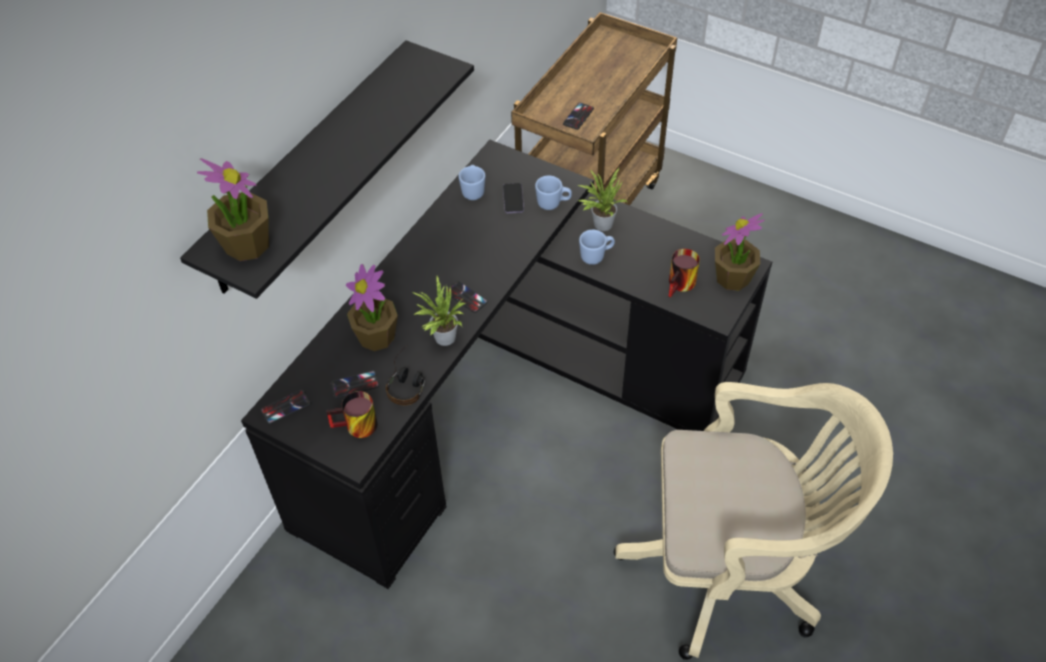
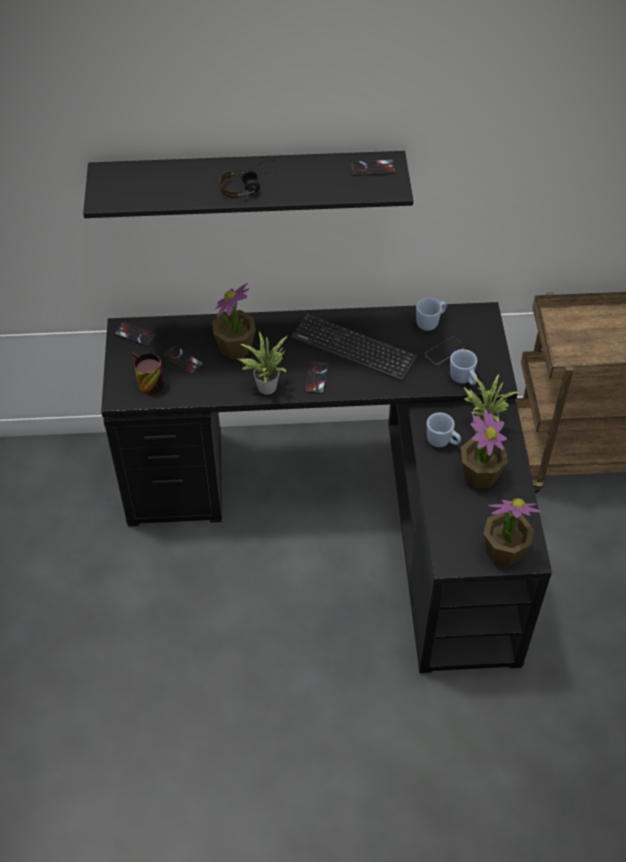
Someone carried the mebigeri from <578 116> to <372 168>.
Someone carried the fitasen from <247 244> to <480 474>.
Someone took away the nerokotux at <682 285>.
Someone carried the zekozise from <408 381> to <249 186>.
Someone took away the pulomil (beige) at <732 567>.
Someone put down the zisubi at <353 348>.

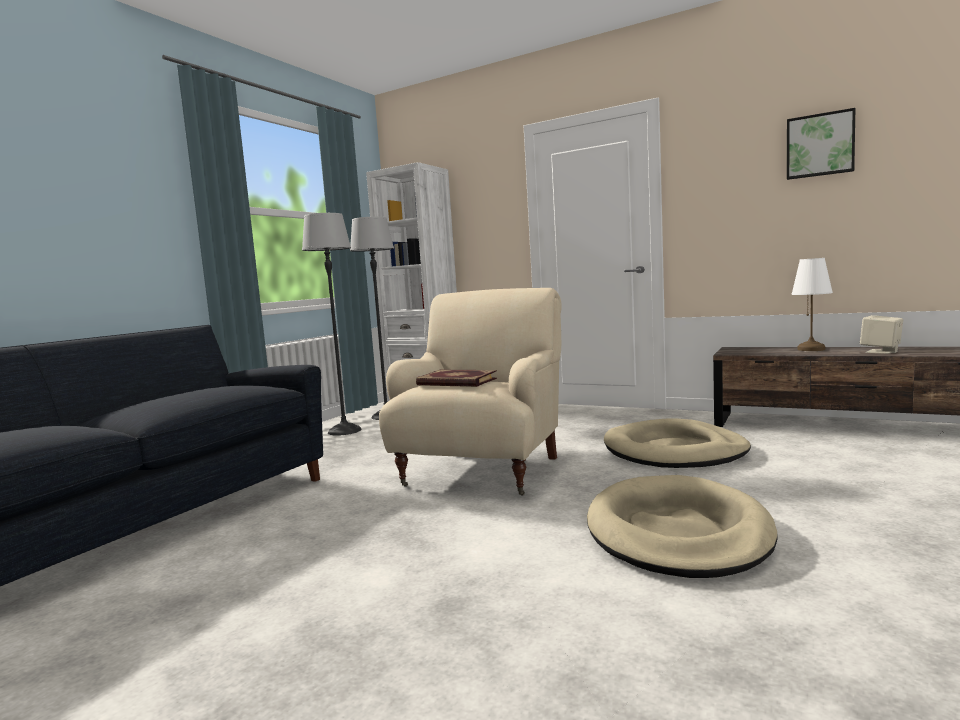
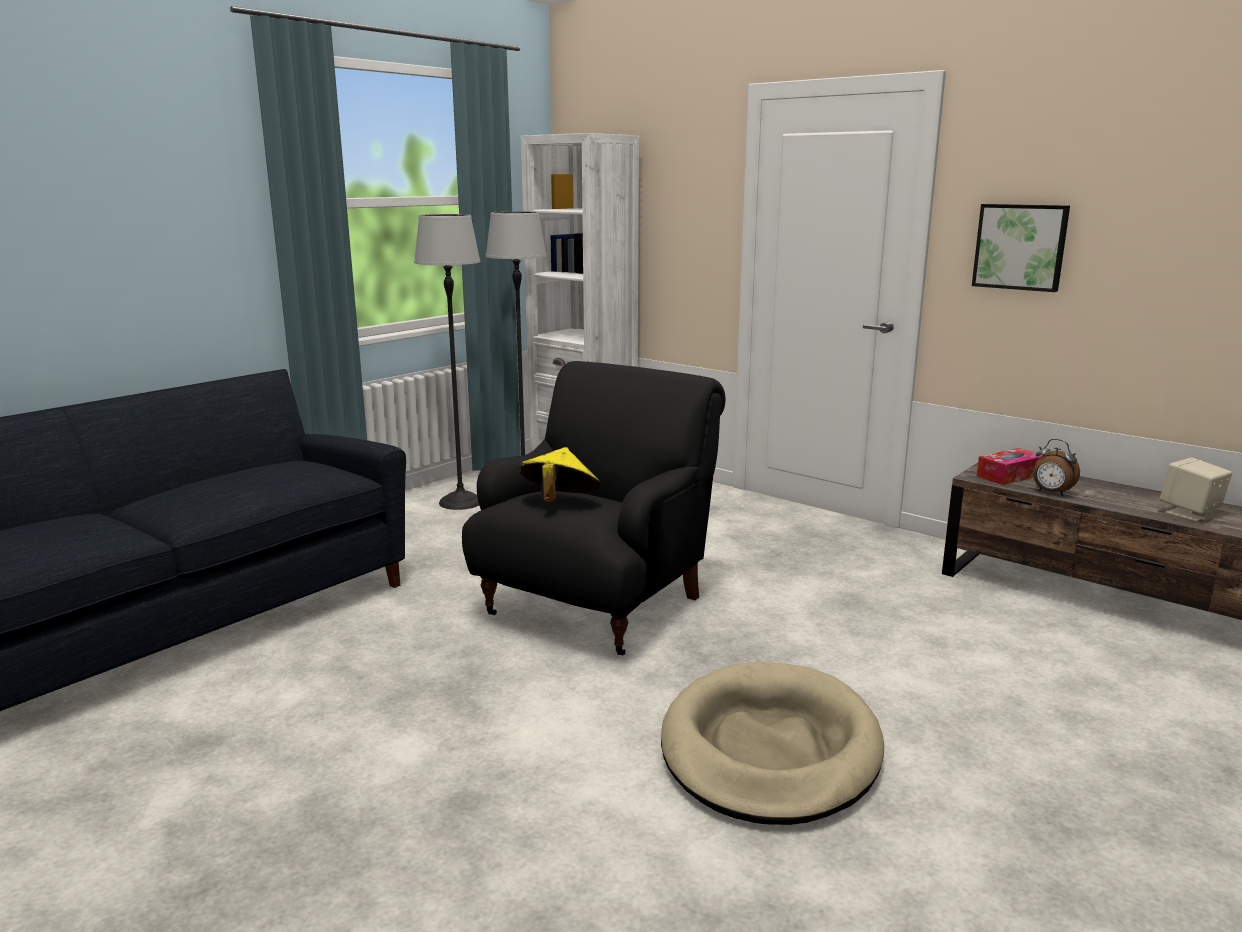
Someone carried the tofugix from <820 145> to <1020 247>.
Someone took away the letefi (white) at <811 349>.
Someone repainted the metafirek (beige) at <484 471>, which became the metafirek (black) at <597 605>.
Someone swapped the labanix at <456 382> for the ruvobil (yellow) at <559 502>.
Someone took away the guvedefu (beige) at <675 451>.
Someone put down the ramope at <1051 493>.
Someone put down the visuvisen at <1009 475>.

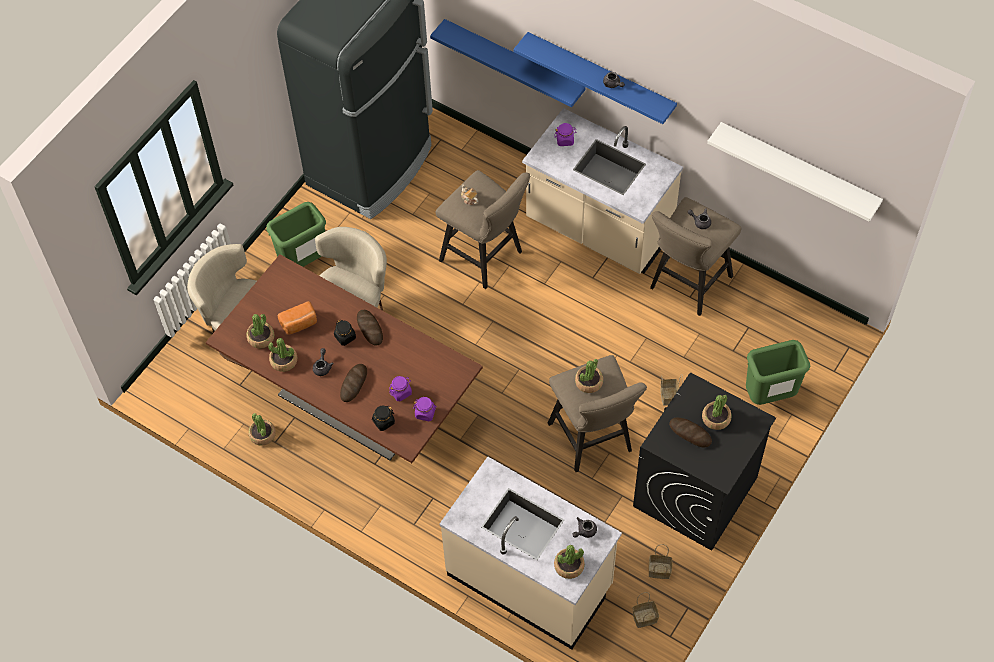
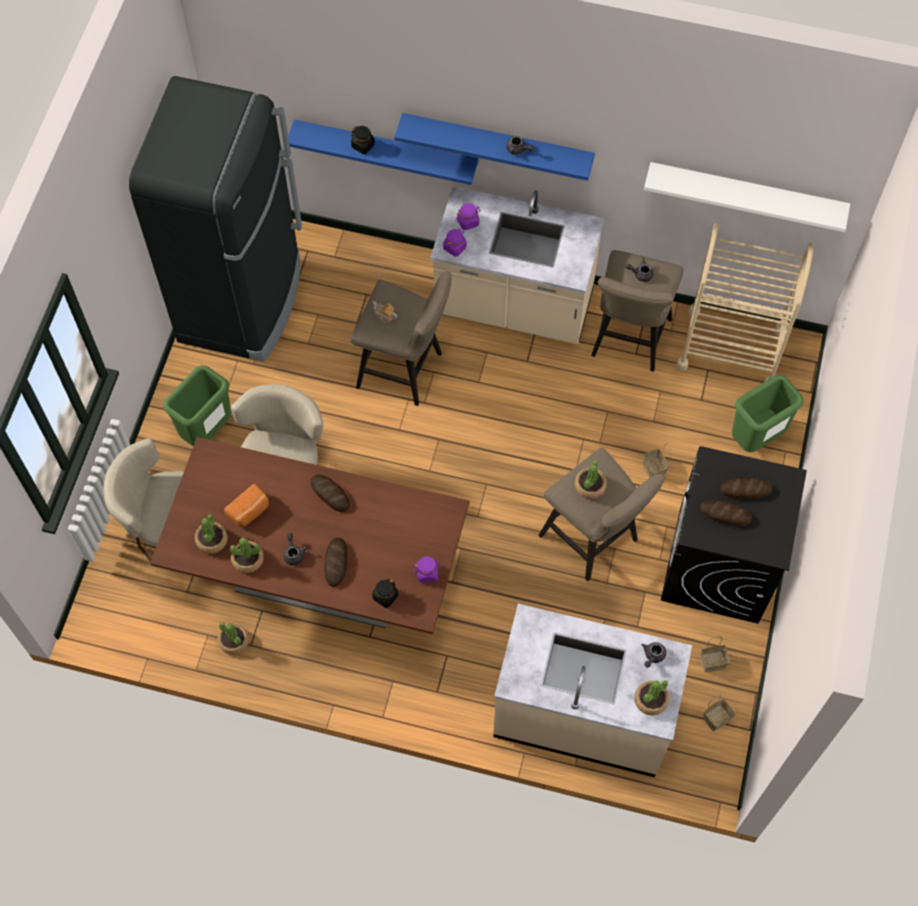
Someone carried the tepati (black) from <345 337> to <363 145>.
Someone carried the tepati (purple) from <401 392> to <455 247>.
Someone swapped the fitasen at <716 418> for the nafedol at <745 489>.
Someone put down the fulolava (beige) at <730 348>.

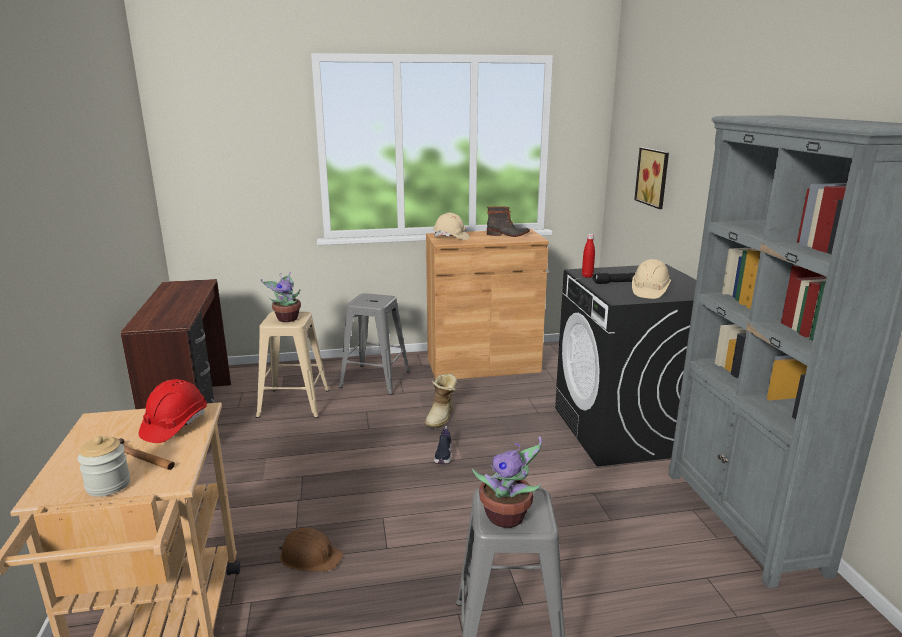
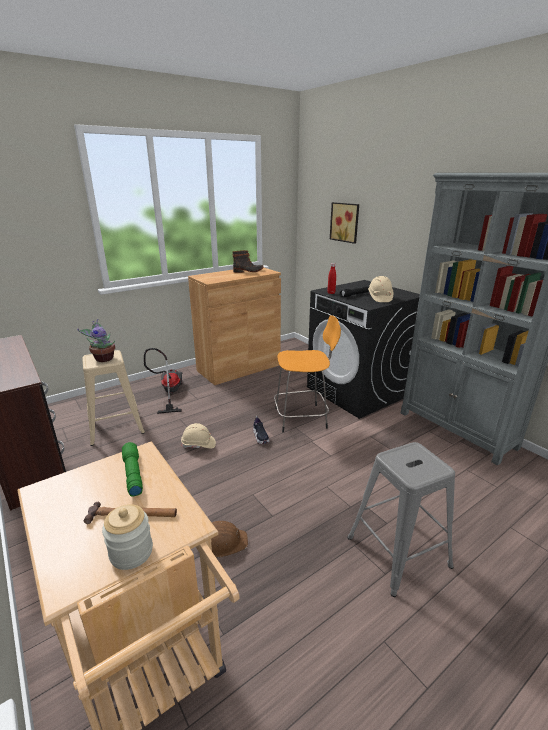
Someone carried the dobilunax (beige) from <451 237> to <198 444>.
Someone swapped the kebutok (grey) at <376 379> for the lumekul at <169 393>.
Someone took away the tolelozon at <441 417>.
Someone swapped the dobilunax (red) at <175 425> for the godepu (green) at <132 473>.
Someone took away the fitasen at <507 517>.
Someone put down the kebutok (orange) at <302 418>.

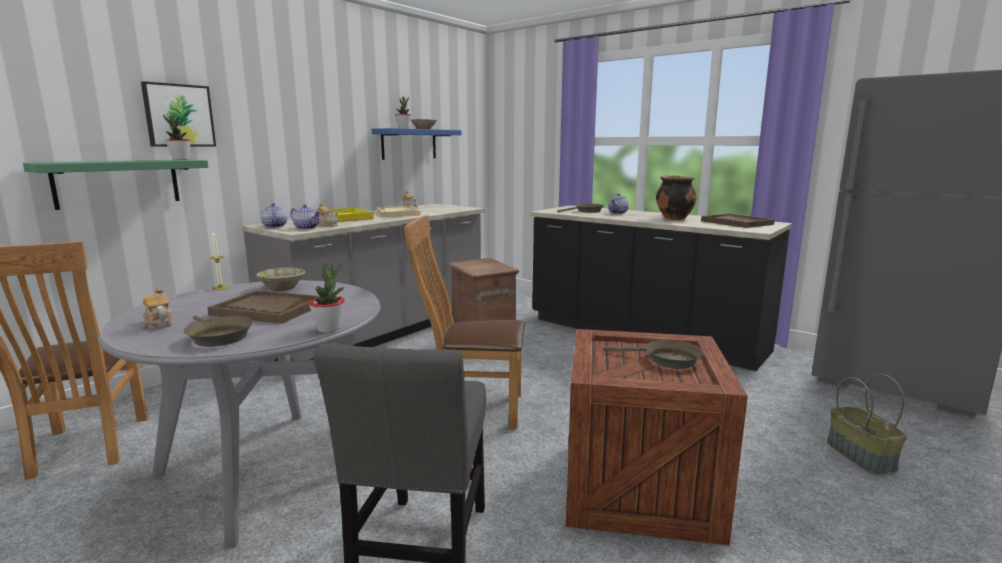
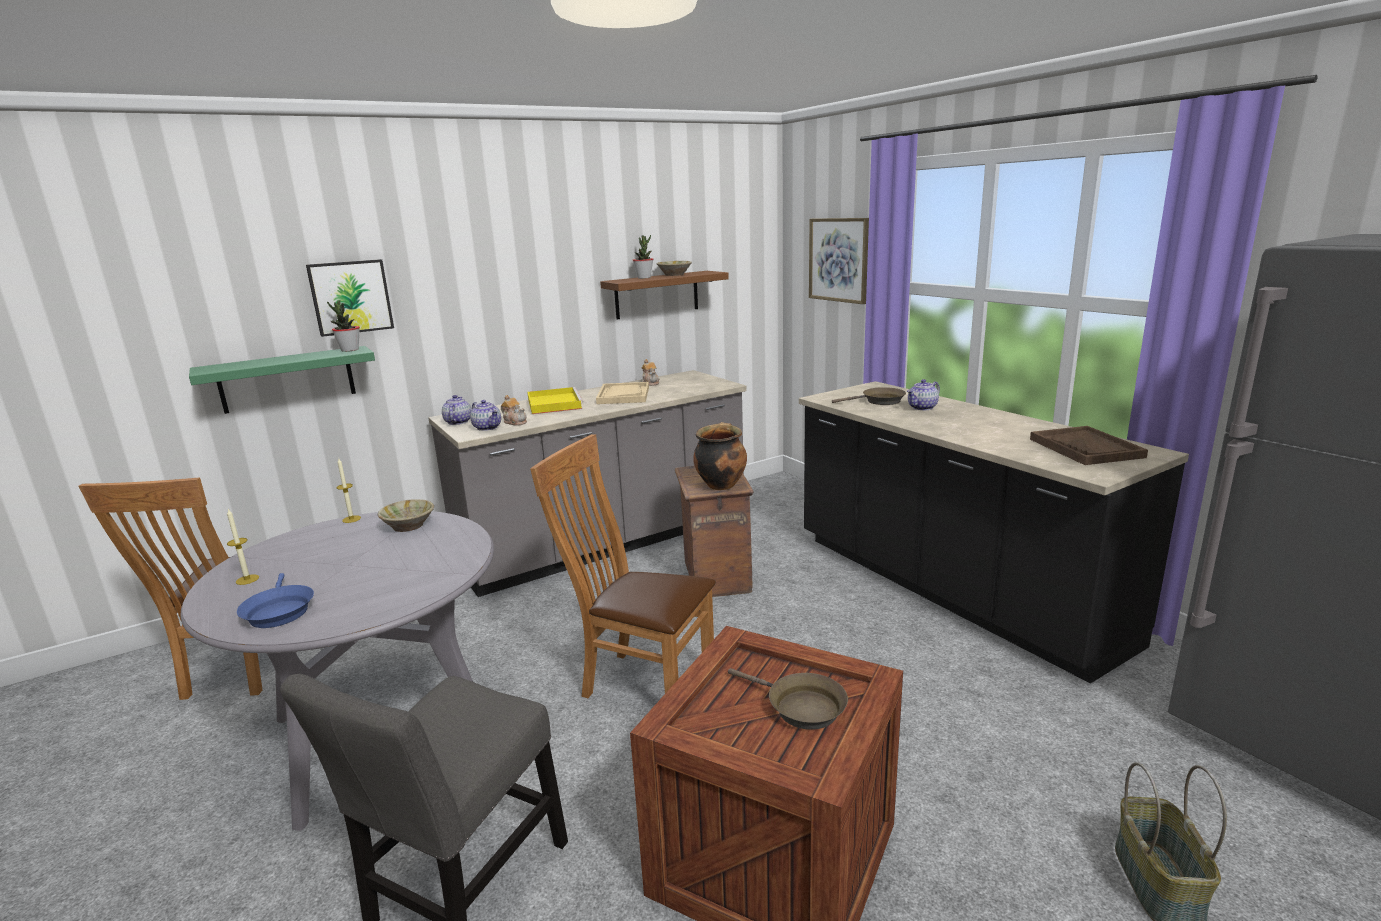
Someone repainted the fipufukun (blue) at <409 144>, which became the fipufukun (brown) at <657 295>.
Someone carried the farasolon from <673 218> to <720 484>.
Someone took away the fitasen at <329 329>.
Someone swapped the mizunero at <158 324> for the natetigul at <247 579>.
Someone took away the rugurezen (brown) at <268 309>.
Someone repainted the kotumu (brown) at <218 337>, which became the kotumu (blue) at <278 611>.
Someone put up the tofugix at <838 260>.

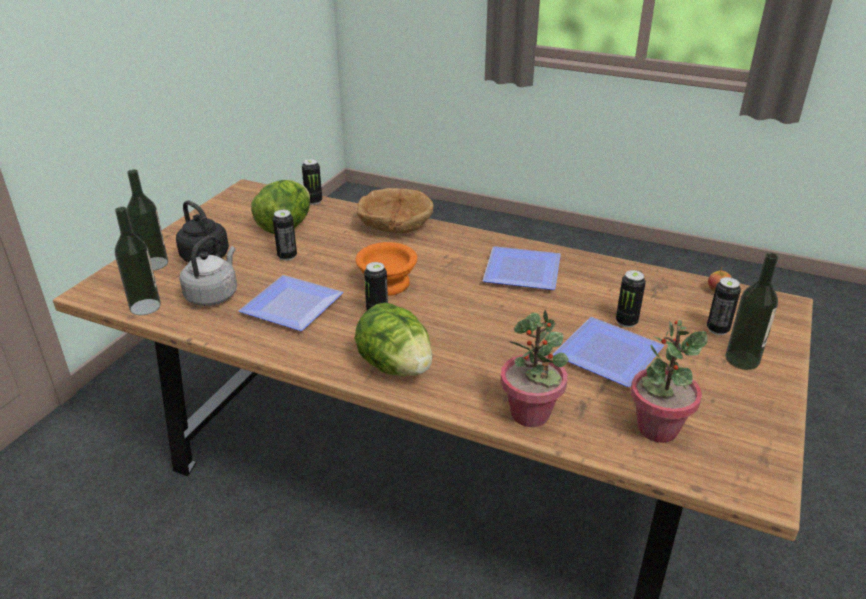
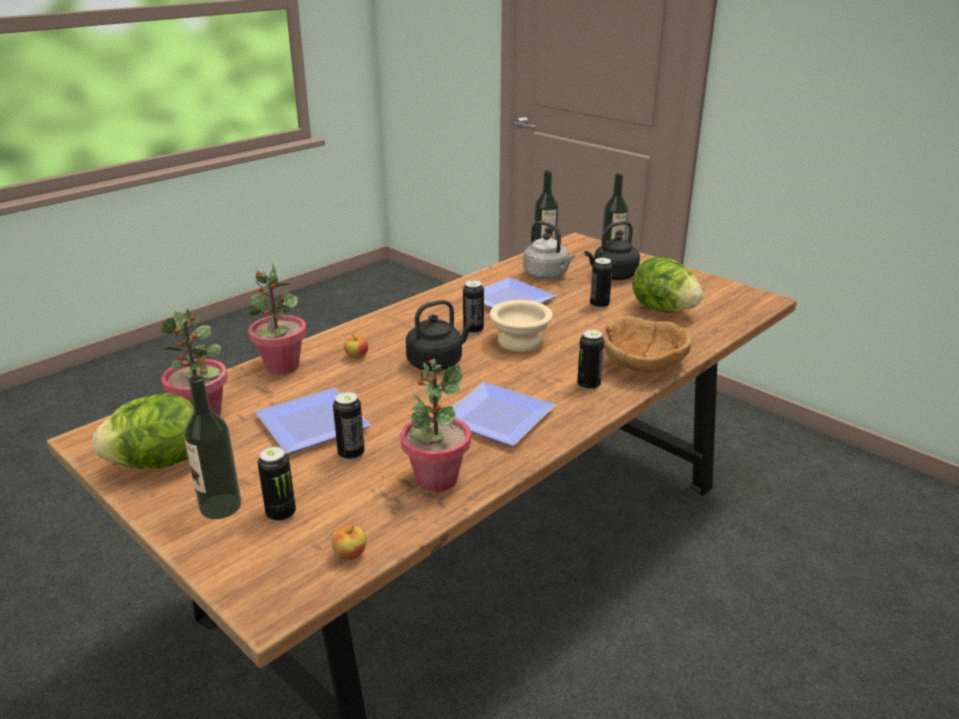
Someone carried the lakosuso from <314 201> to <588 385>.
Someone repainted the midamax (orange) at <388 283>, which became the midamax (beige) at <521 342>.
Someone carried the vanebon from <395 366> to <158 463>.
Someone put down the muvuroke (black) at <437 362>.
Someone put down the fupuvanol at <357 356>.
Someone put down the fitasen at <436 479>.

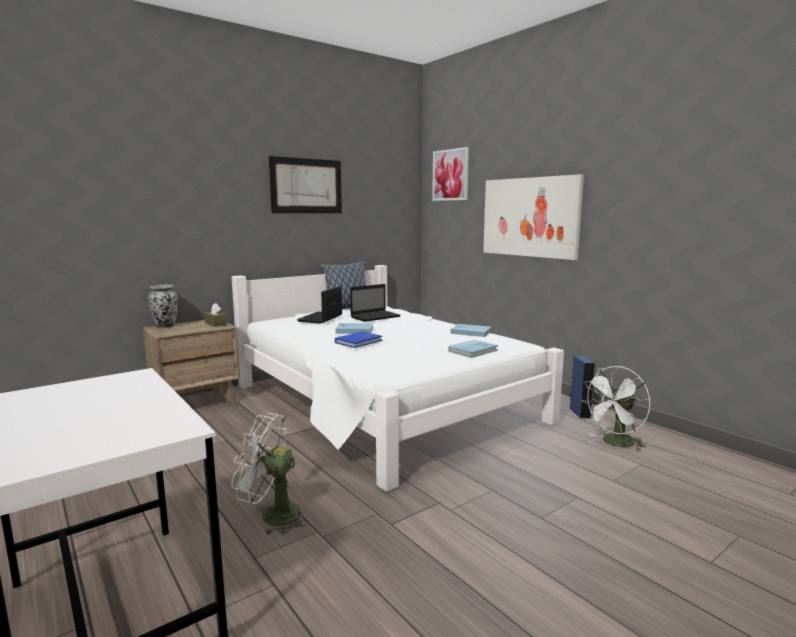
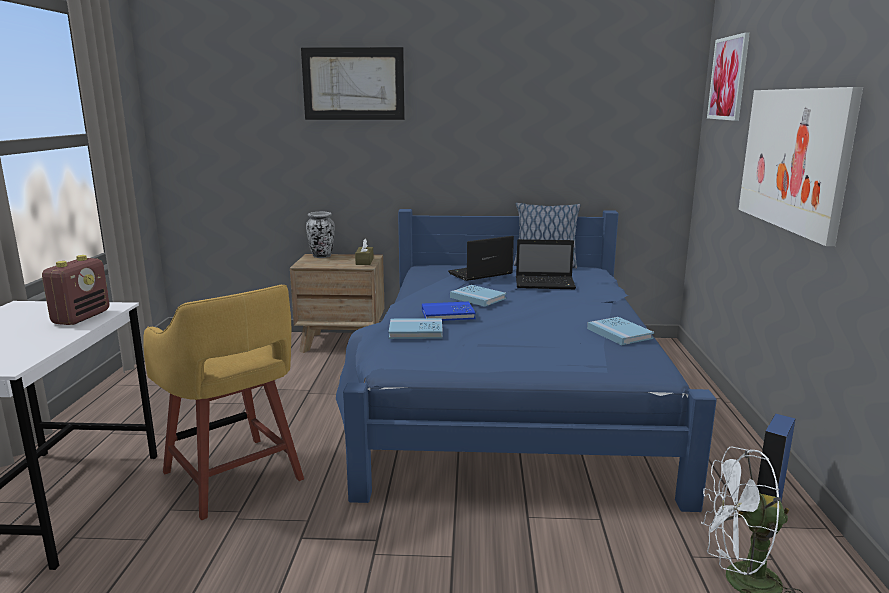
Someone carried the tofugix from <306 186> to <353 84>.
Someone repainted the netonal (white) at <383 403>, which became the netonal (blue) at <508 400>.
Someone carried the labanix (blue) from <473 351> to <416 331>.
Someone swapped the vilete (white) at <272 515> for the kebutok (yellow) at <234 478>.
Someone put down the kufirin at <81 317>.

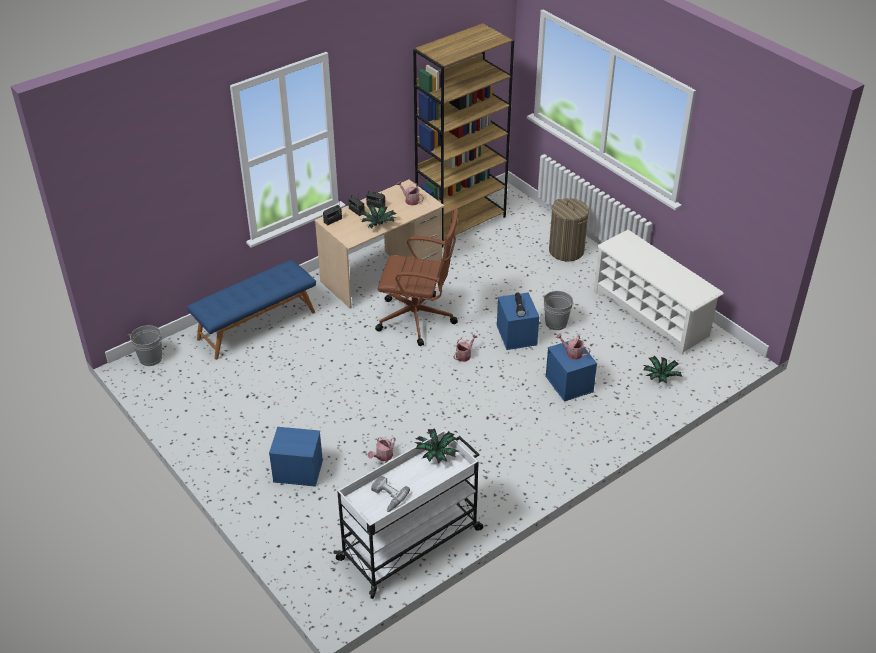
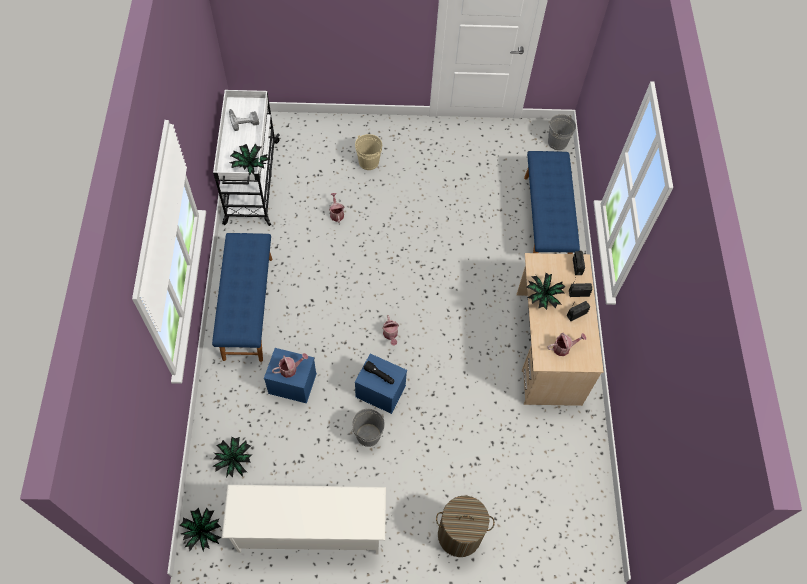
Someone took away the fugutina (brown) at <461 221>.
Someone took away the pulomil (brown) at <418 319>.
Someone swapped the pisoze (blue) at <297 471> for the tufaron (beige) at <368 162>.
Someone put down the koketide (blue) at <247 307>.
Someone put down the fitasen at <202 531>.

